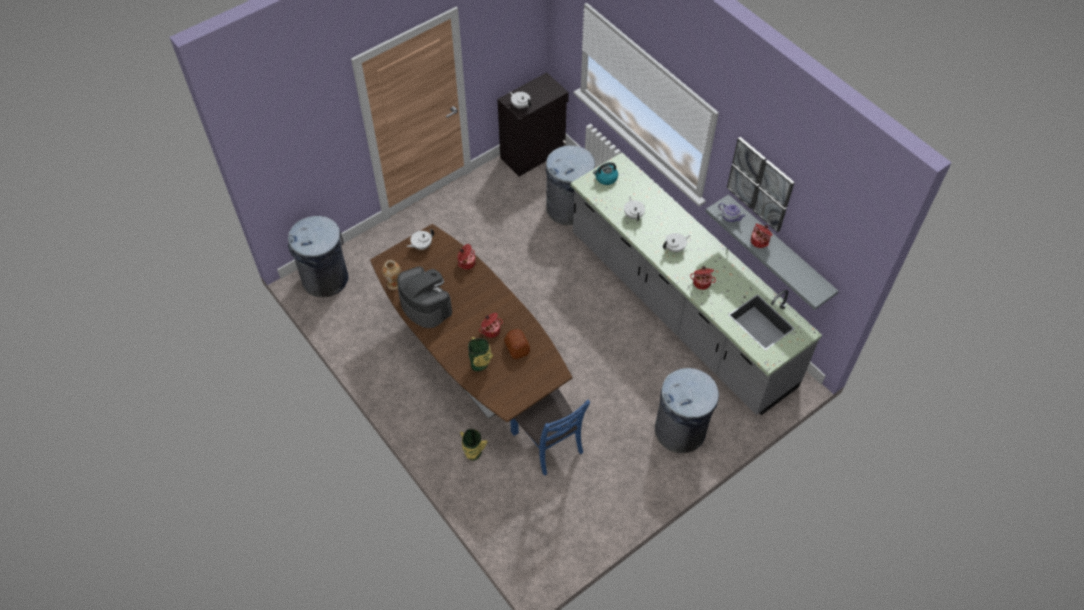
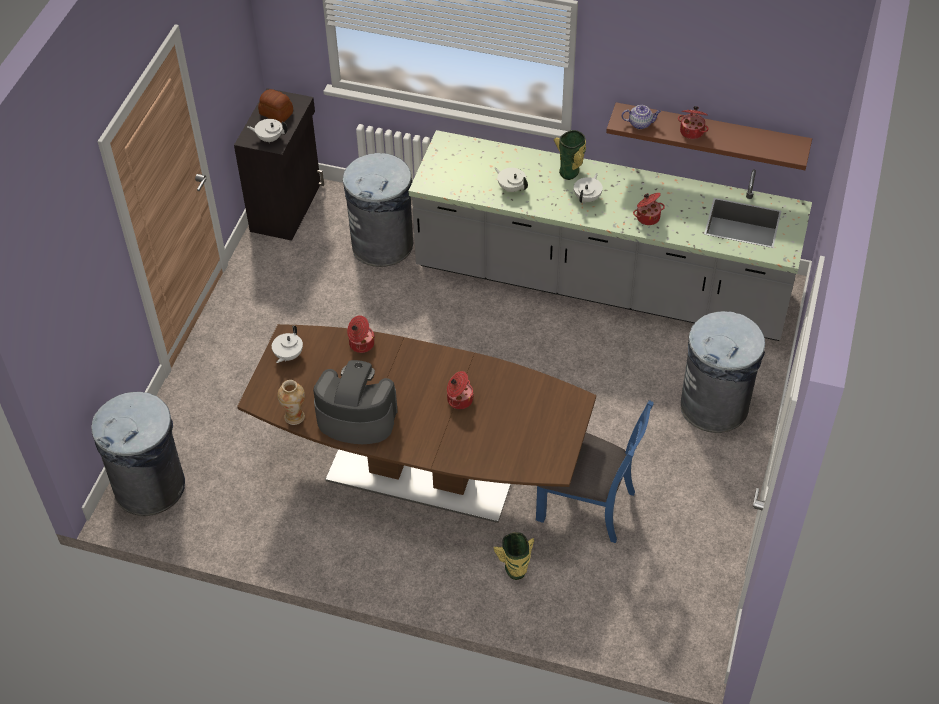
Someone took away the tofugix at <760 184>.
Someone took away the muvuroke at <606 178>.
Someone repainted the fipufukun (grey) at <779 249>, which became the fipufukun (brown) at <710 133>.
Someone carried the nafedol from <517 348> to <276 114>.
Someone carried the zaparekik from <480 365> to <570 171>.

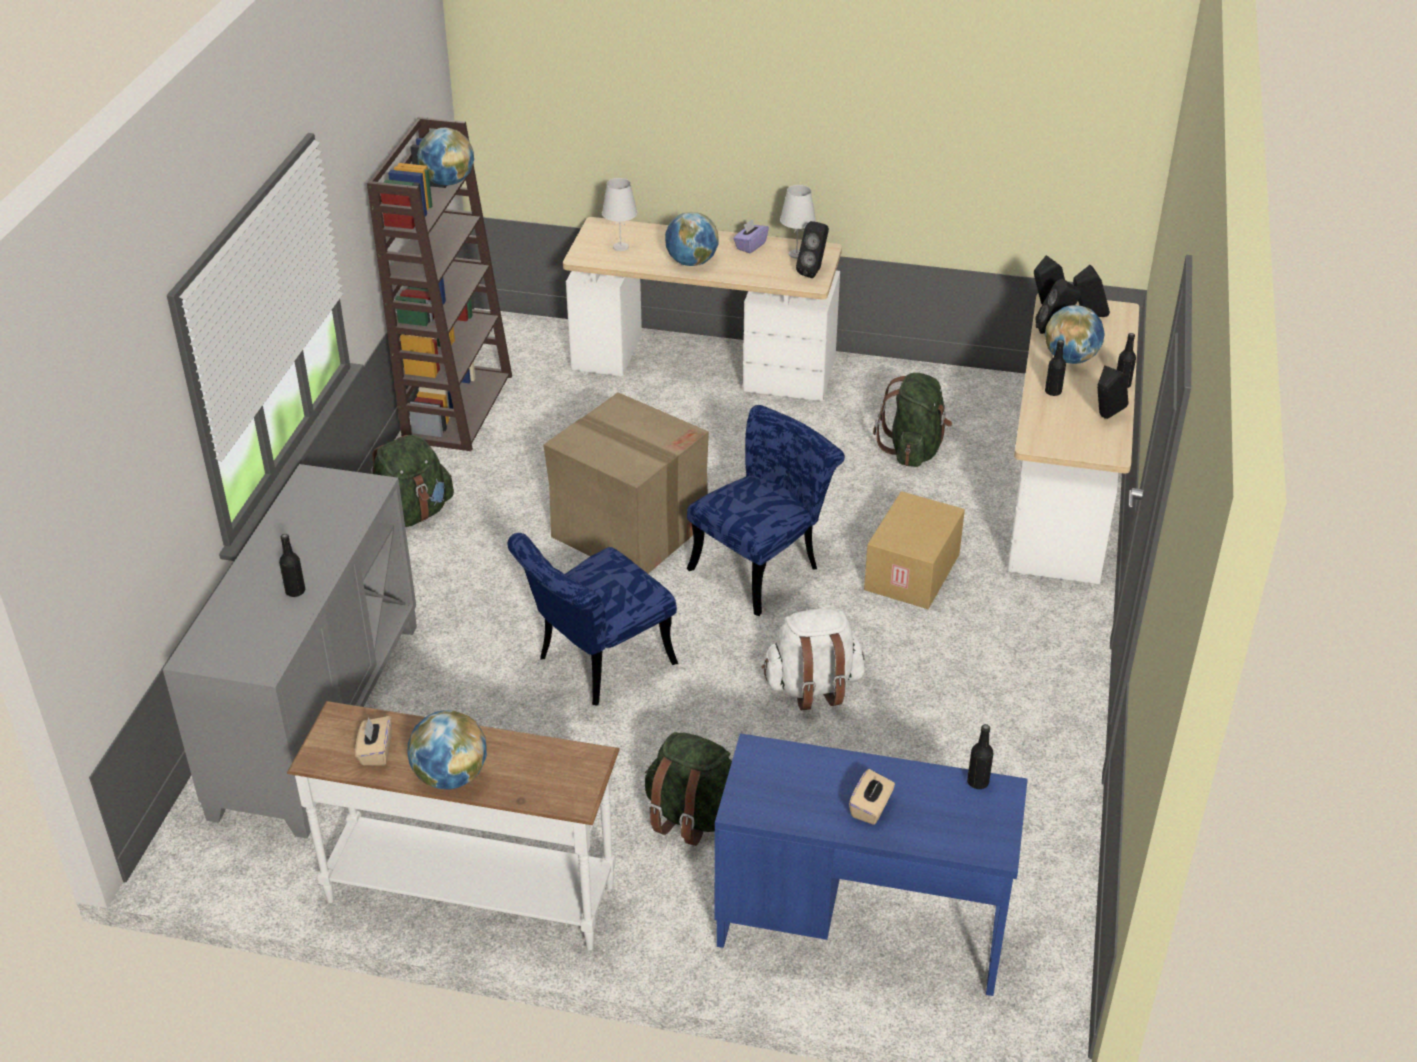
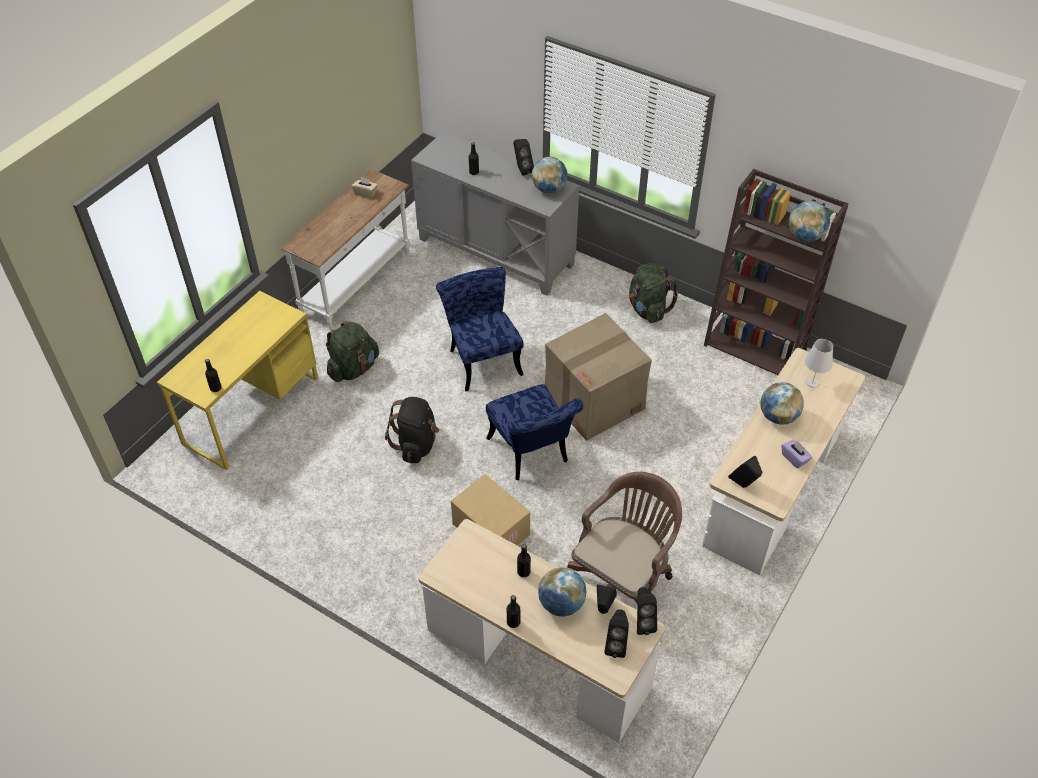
Someone took away the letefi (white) at <796 254>.
Someone carried the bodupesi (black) from <1105 417> to <521 170>.
Someone swapped the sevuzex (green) at <913 450> for the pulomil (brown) at <622 582>.
Someone repainted the sevuzex (white) at <813 687>, which became the sevuzex (black) at <416 444>.
Someone carried the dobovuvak from <450 776> to <549 189>.
Someone repainted the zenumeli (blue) at <861 923>, which became the zenumeli (yellow) at <252 410>.
Someone took away the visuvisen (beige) at <871 808>.

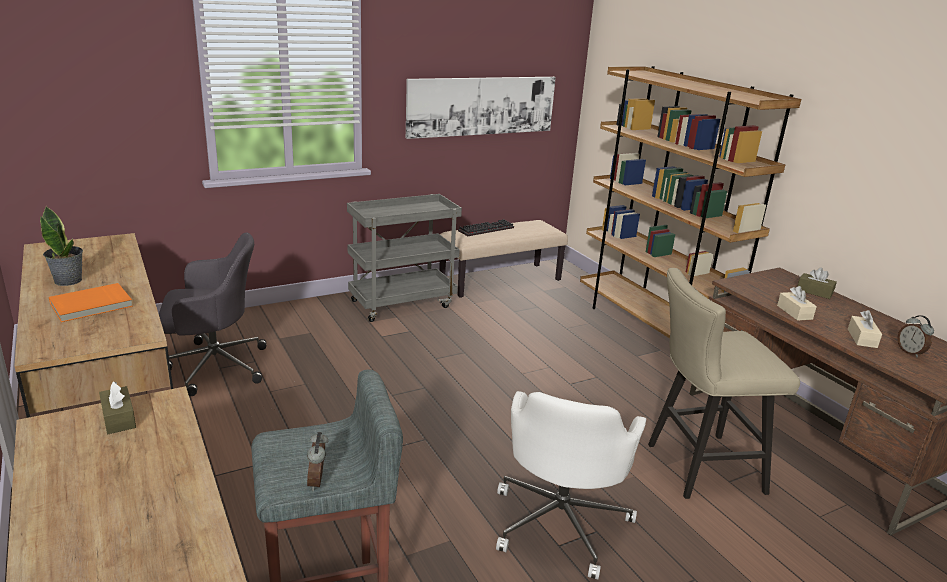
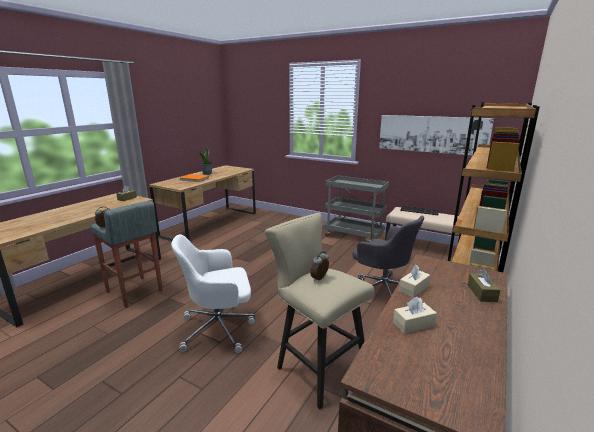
Someone carried the pulomil (grey) from <214 366> to <383 291>.
Someone carried the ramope from <910 352> to <320 279>.

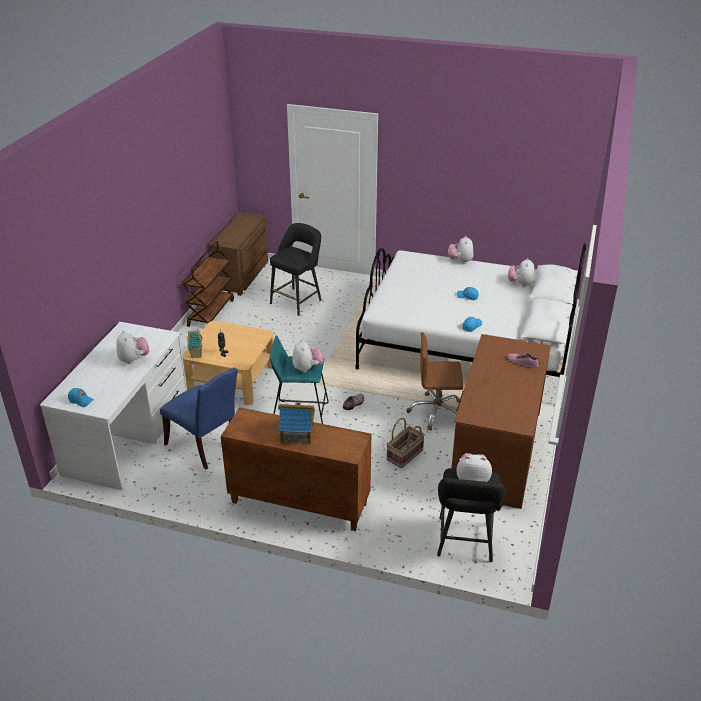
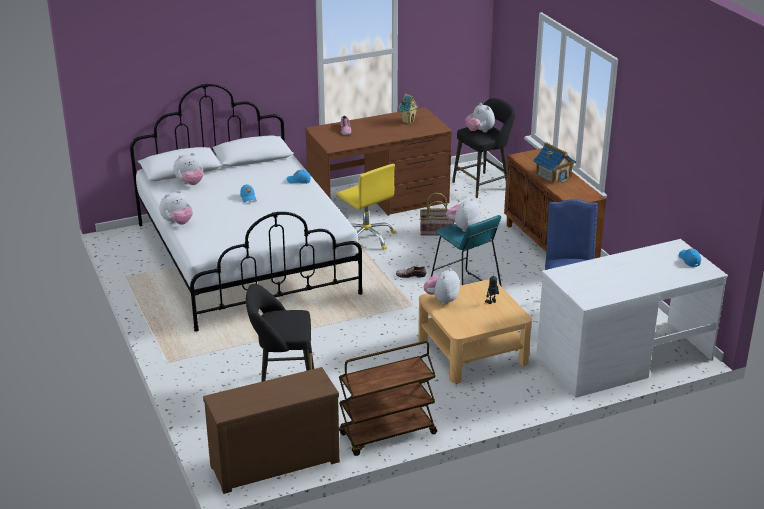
Someone carried the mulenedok from <197 355> to <408 121>.
Someone carried the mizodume from <133 359> to <442 300>.
Someone repainted the pulomil (brown) at <436 412>, which became the pulomil (yellow) at <366 237>.

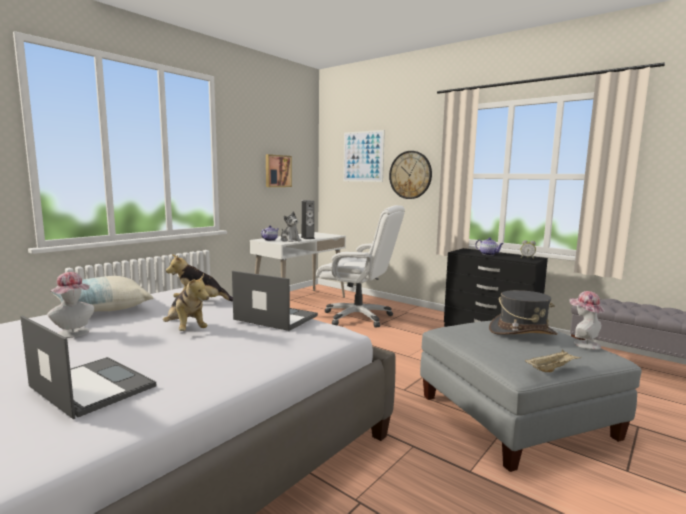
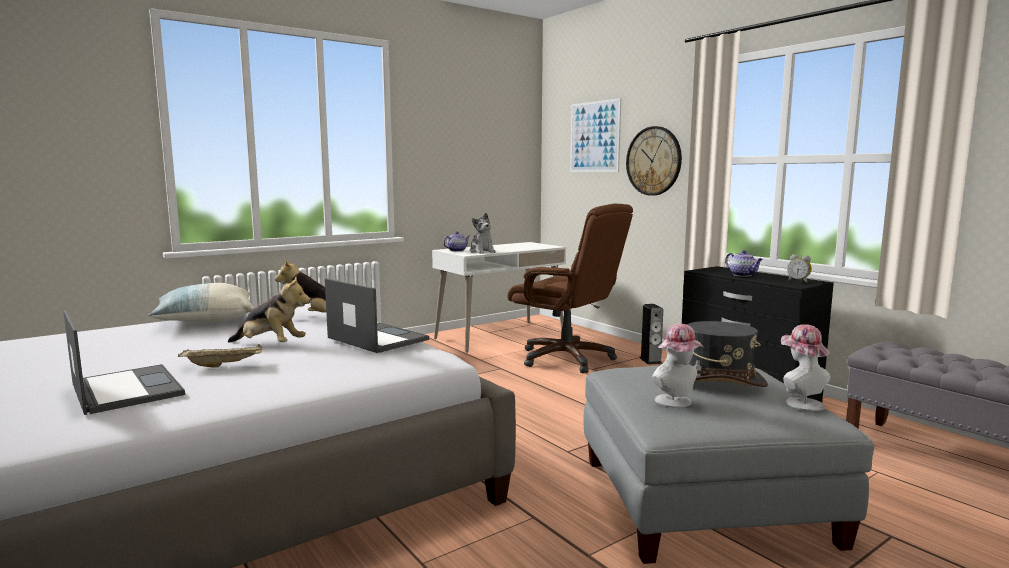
Someone took away the tofugix at <277 171>.
Someone carried the bodupesi from <307 238> to <650 360>.
Someone repainted the pulomil (white) at <358 317>, which became the pulomil (brown) at <567 359>.
Someone carried the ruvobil from <74 334> to <677 402>.
Someone rotated the mizodume at <186 330> by 45 degrees counterclockwise.
Someone carried the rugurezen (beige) from <551 369> to <224 365>.

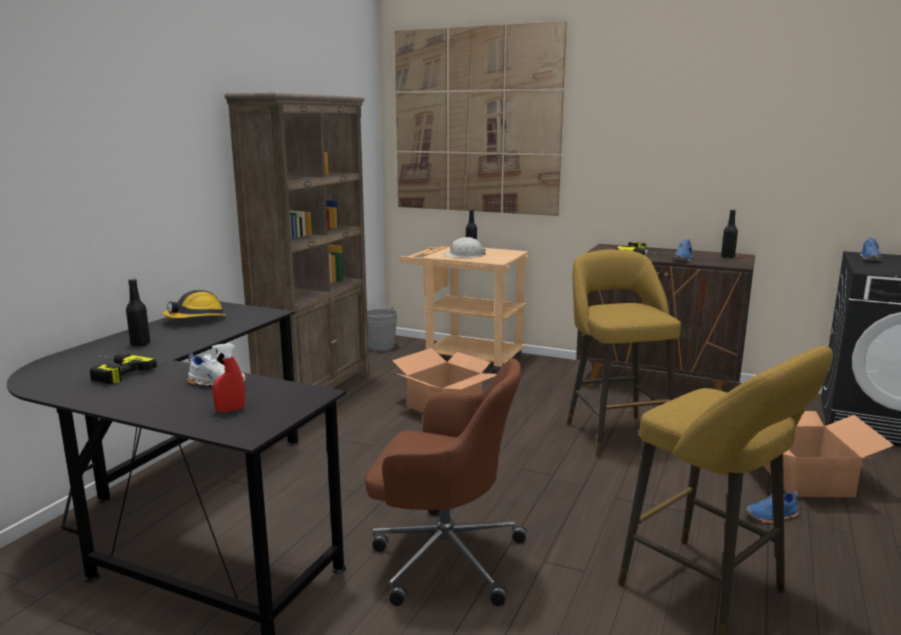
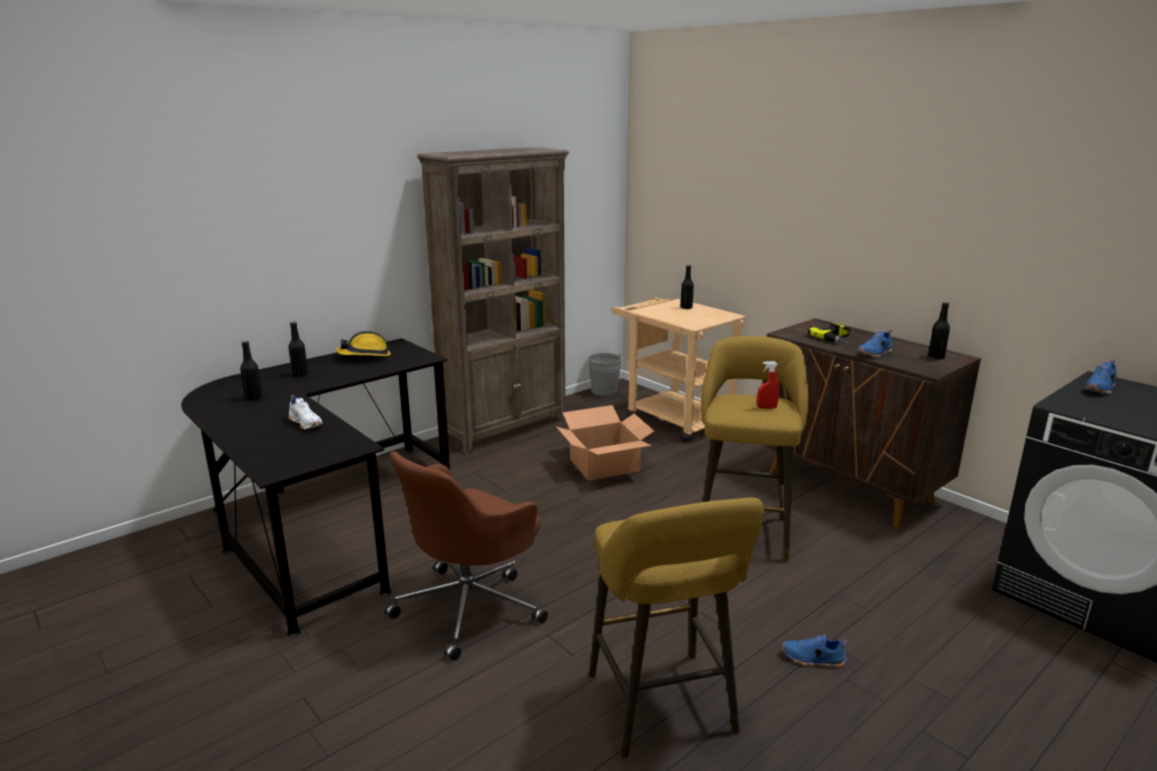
Someone took away the tofugix at <475 121>.
Someone took away the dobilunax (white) at <464 255>.
Someone carried the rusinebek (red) from <230 410> to <766 408>.
Someone swapped the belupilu at <111 372> for the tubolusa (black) at <254 398>.
Someone rotated the pulomil (brown) at <443 556> by 90 degrees clockwise.
Someone took away the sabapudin at <804 479>.

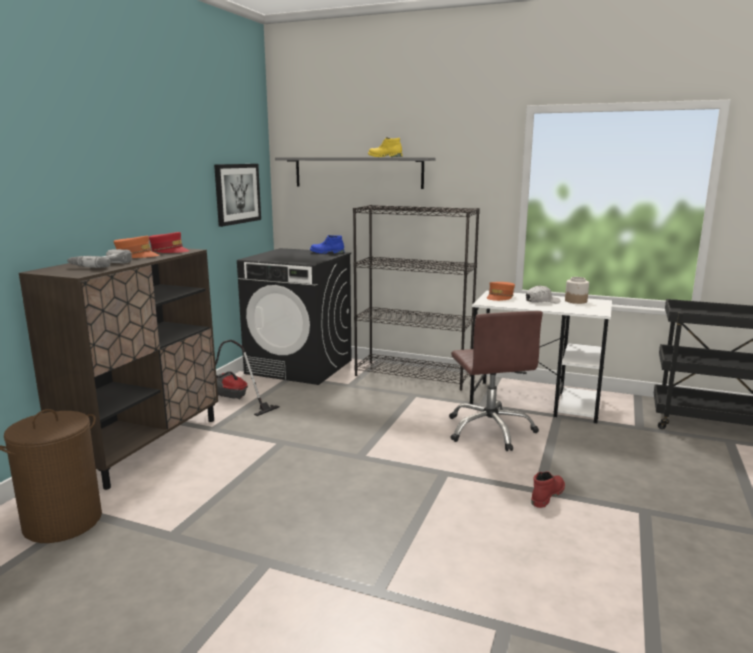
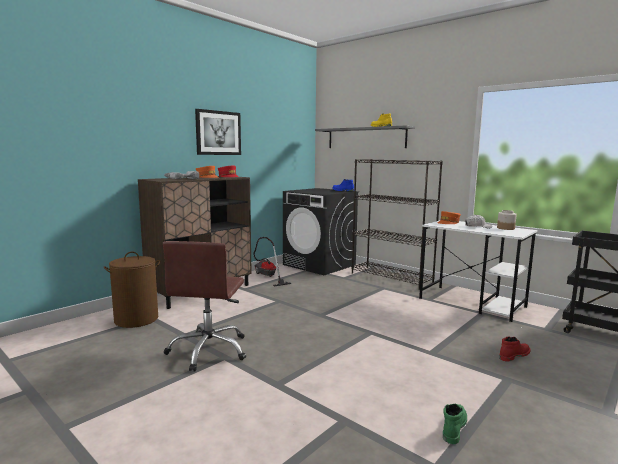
Someone carried the tofugix from <237 193> to <218 133>.
Someone carried the pulomil (brown) from <490 430> to <209 350>.
Someone carried the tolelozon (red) from <546 495> to <513 355>.
Someone put down the tolelozon (green) at <453 427>.

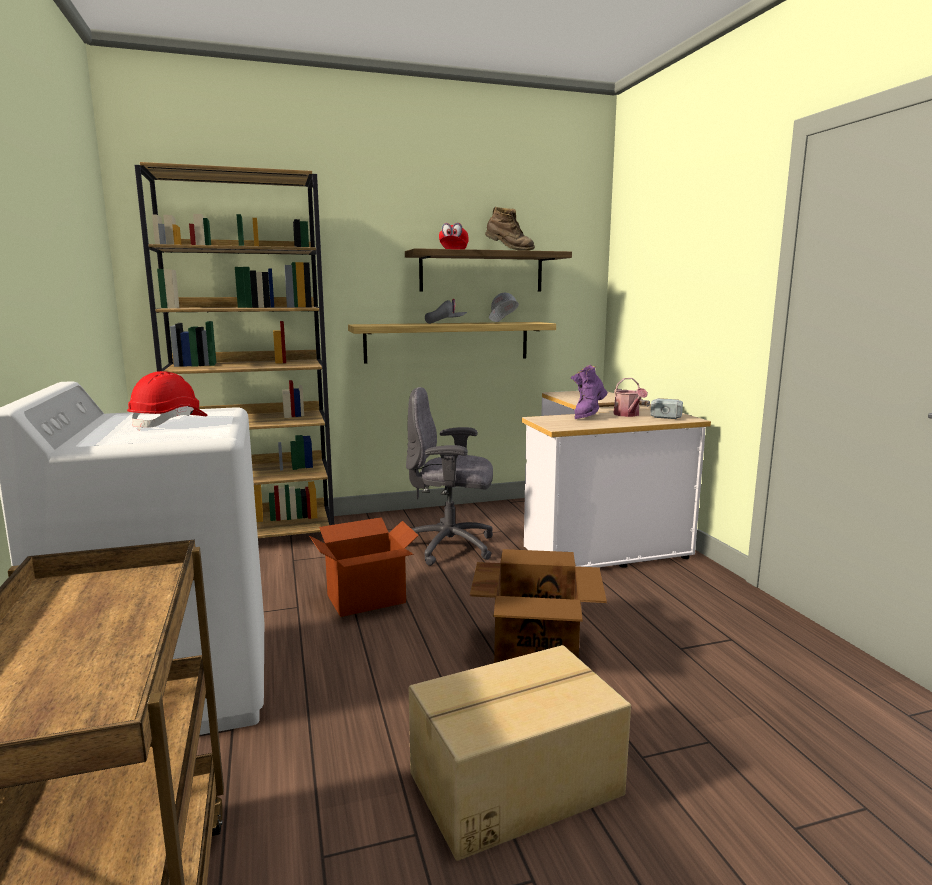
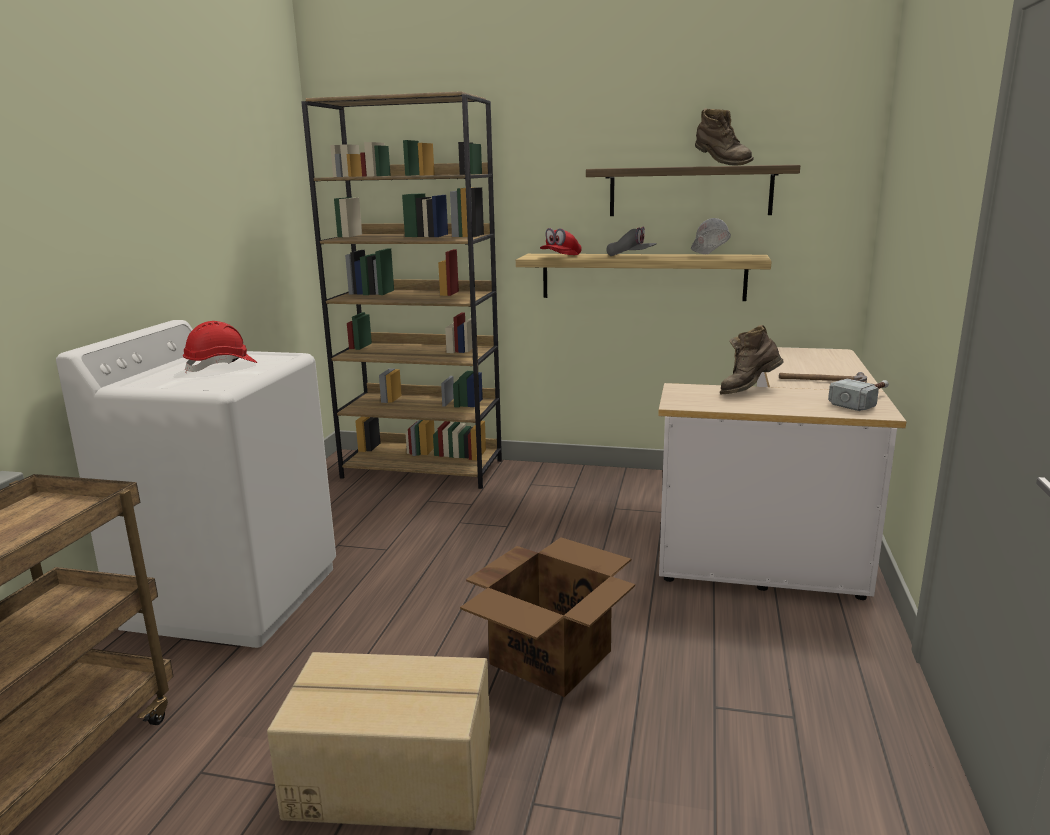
Someone carried the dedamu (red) from <453 249> to <560 257>.
Someone repainted the tolelozon (purple) at <588 415>, which became the tolelozon (brown) at <748 391>.
Someone took away the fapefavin at <628 415>.
Someone took away the pulomil (grey) at <451 547>.
Someone took away the sabapudin at <367 600>.

